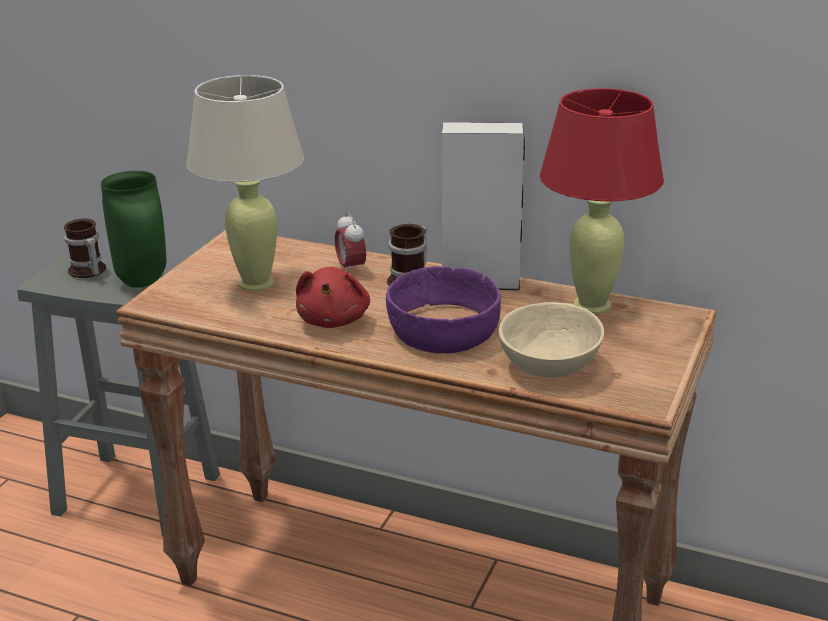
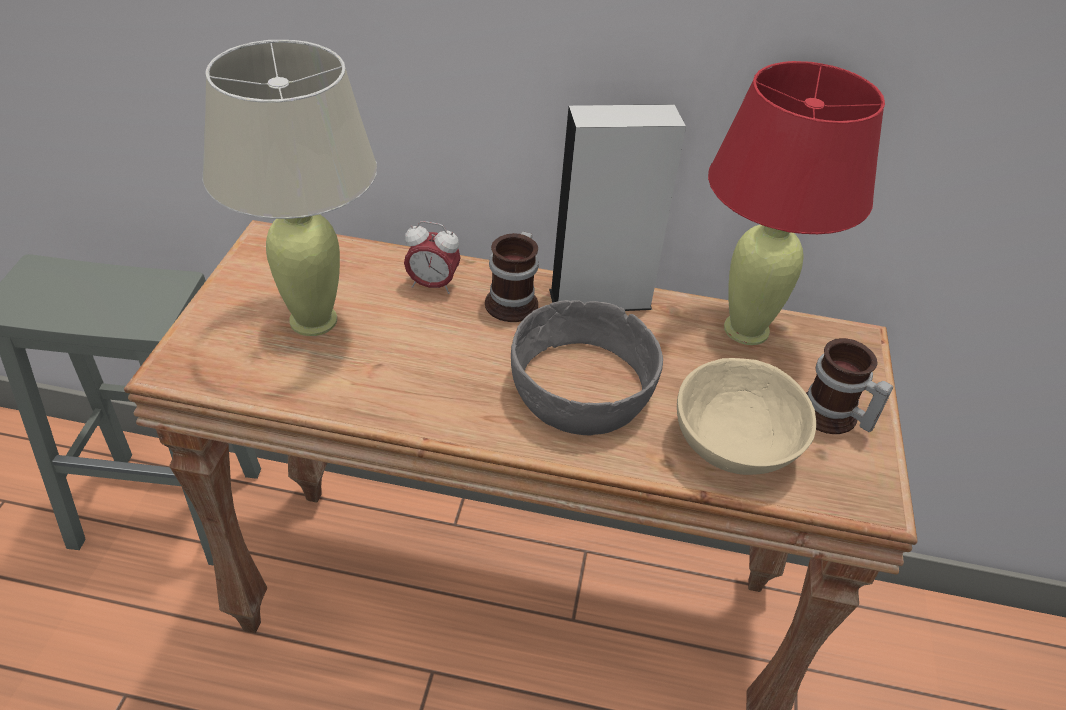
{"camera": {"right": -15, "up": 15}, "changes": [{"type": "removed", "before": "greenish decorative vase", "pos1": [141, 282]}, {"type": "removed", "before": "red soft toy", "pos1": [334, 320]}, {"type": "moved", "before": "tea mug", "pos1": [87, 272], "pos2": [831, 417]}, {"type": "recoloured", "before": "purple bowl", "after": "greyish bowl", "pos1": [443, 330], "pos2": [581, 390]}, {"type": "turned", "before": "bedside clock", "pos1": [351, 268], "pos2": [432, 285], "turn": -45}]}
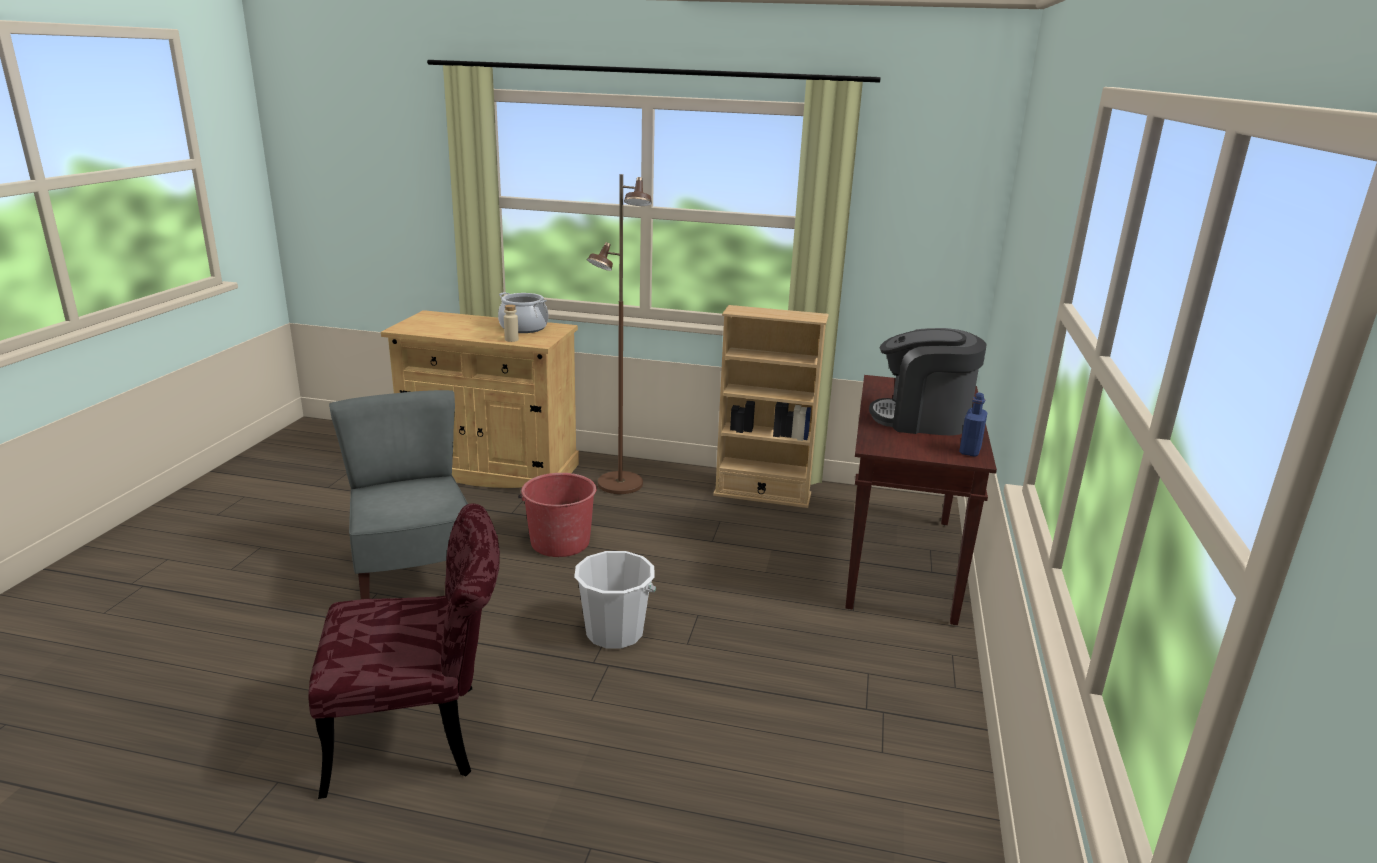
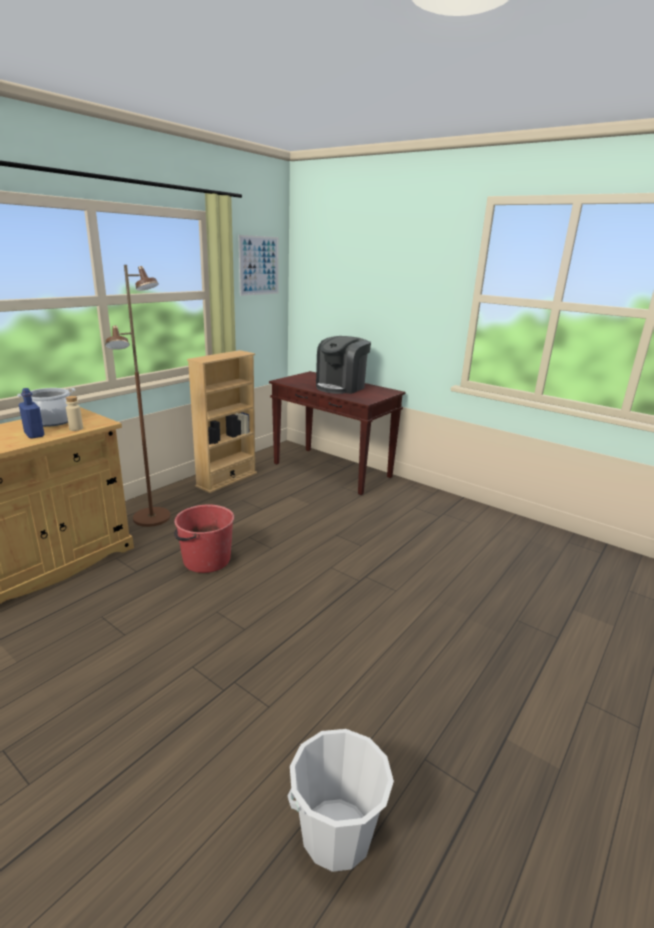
{"camera": {"right": -65, "up": 0}, "changes": [{"type": "removed", "before": "red upright chair", "pos1": [423, 734]}, {"type": "removed", "before": "greyish upright chair", "pos1": [414, 579]}, {"type": "added", "after": "wall art", "pos2": [259, 265]}, {"type": "moved", "before": "white pail", "pos1": [615, 633], "pos2": [336, 834]}, {"type": "moved", "before": "bluish drink bottle", "pos1": [970, 451], "pos2": [34, 435]}]}
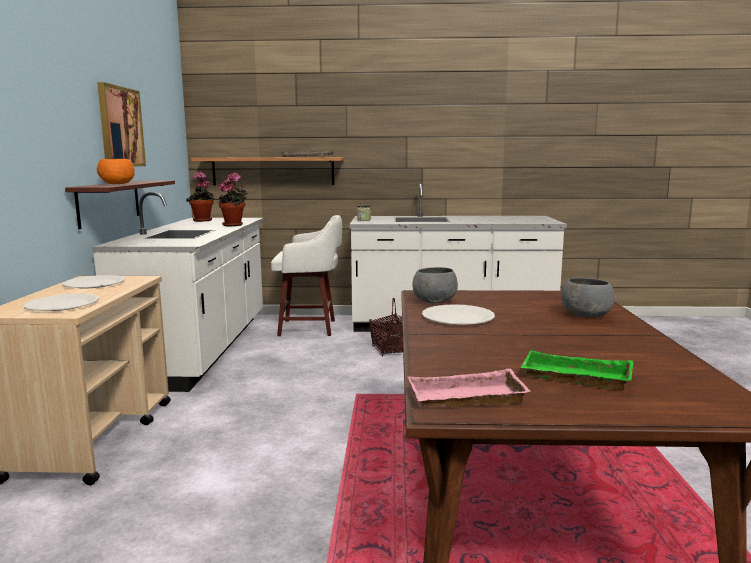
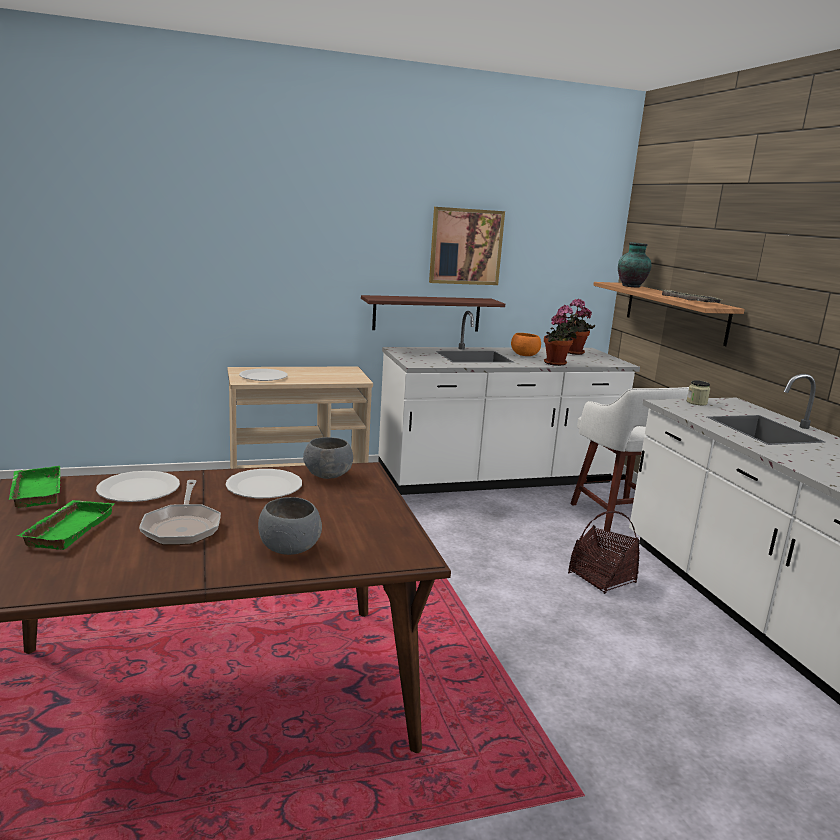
{"camera": {"right": 70, "up": 5}, "changes": [{"type": "added", "after": "pan", "pos2": [182, 527]}, {"type": "added", "after": "decorative vase", "pos2": [631, 286]}, {"type": "moved", "before": "white flat dish", "pos1": [94, 284], "pos2": [139, 489]}, {"type": "moved", "before": "orangey bowl", "pos1": [117, 184], "pos2": [525, 355]}, {"type": "recoloured", "before": "pink-coloured serving tray", "after": "greenish serving tray", "pos1": [465, 399], "pos2": [34, 491]}]}
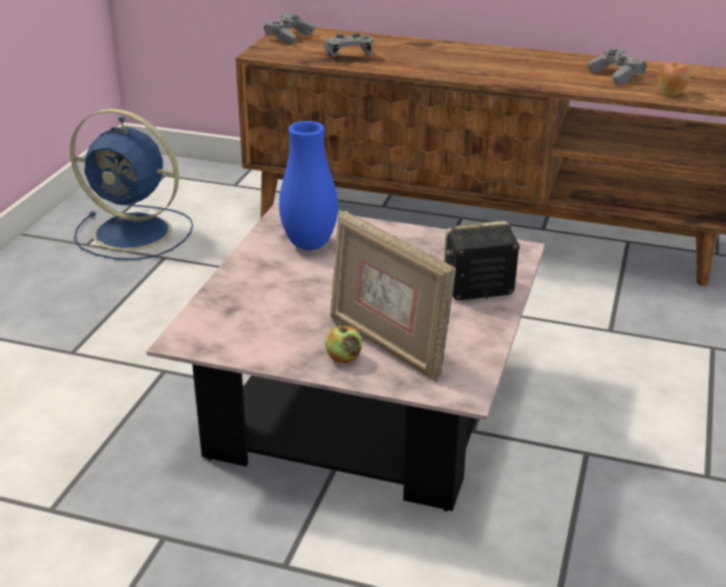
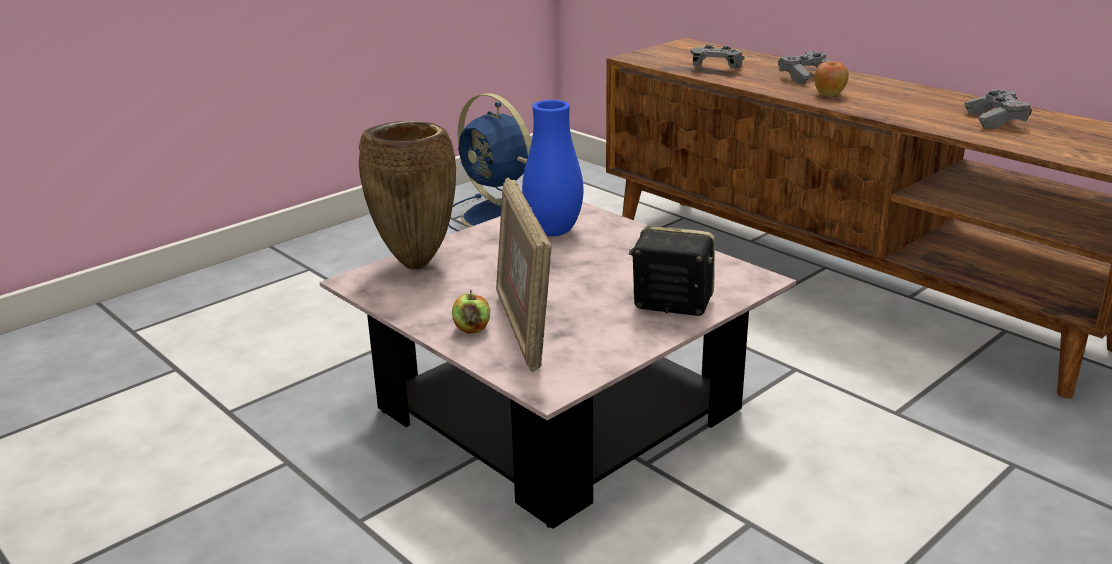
{"camera": {"right": 30, "up": -5}, "changes": [{"type": "added", "after": "brown-coloured decorative vase", "pos2": [417, 264]}, {"type": "moved", "before": "greyish gamepad", "pos1": [289, 37], "pos2": [807, 77]}, {"type": "moved", "before": "whole apple", "pos1": [671, 93], "pos2": [829, 94]}]}
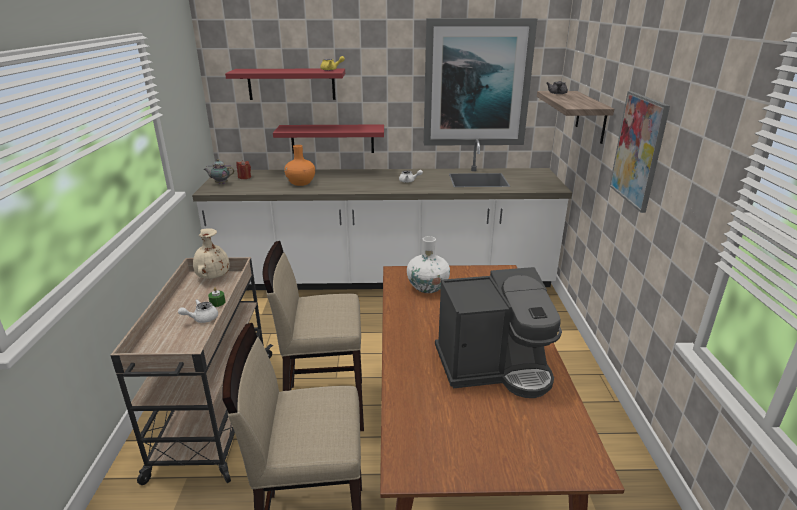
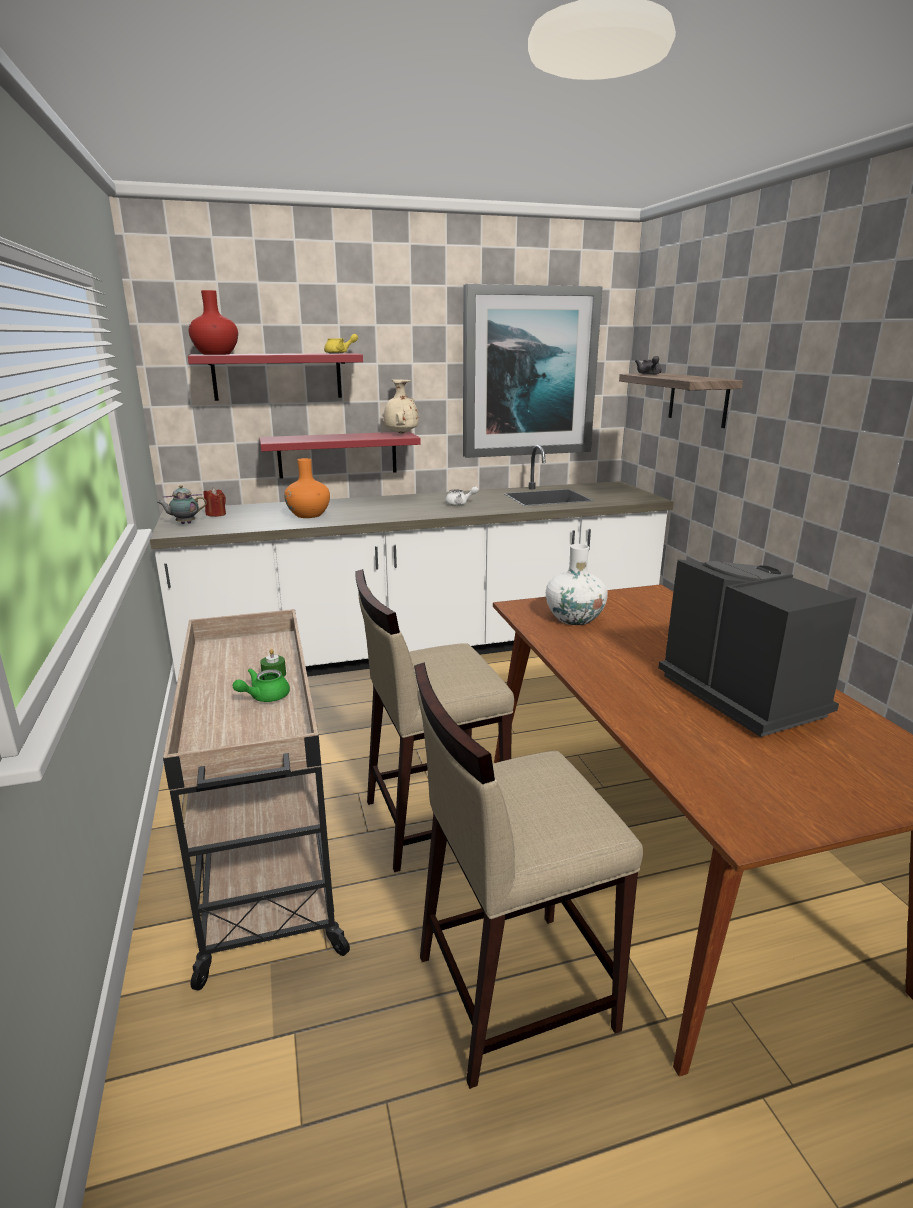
{"camera": {"right": -15, "up": -5}, "changes": [{"type": "removed", "before": "wall art", "pos1": [638, 150]}, {"type": "added", "after": "red decorative vase", "pos2": [216, 354]}, {"type": "moved", "before": "beige-coloured decorative vase", "pos1": [213, 277], "pos2": [400, 433]}, {"type": "recoloured", "before": "white tea pot", "after": "greenish tea pot", "pos1": [201, 318], "pos2": [264, 697]}, {"type": "turned", "before": "coffee maker", "pos1": [494, 367], "pos2": [742, 693], "turn": -90}]}
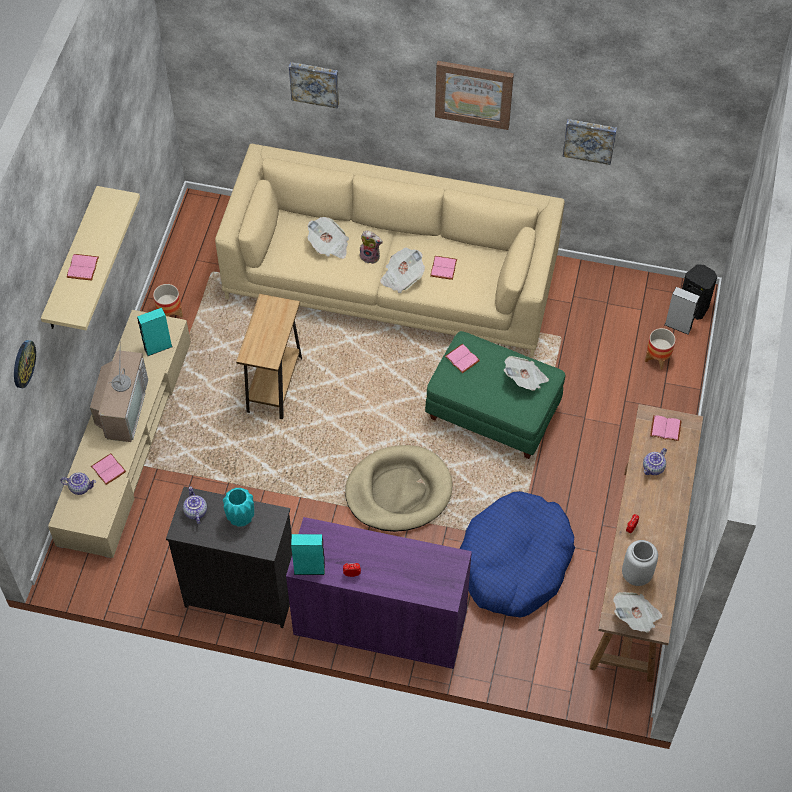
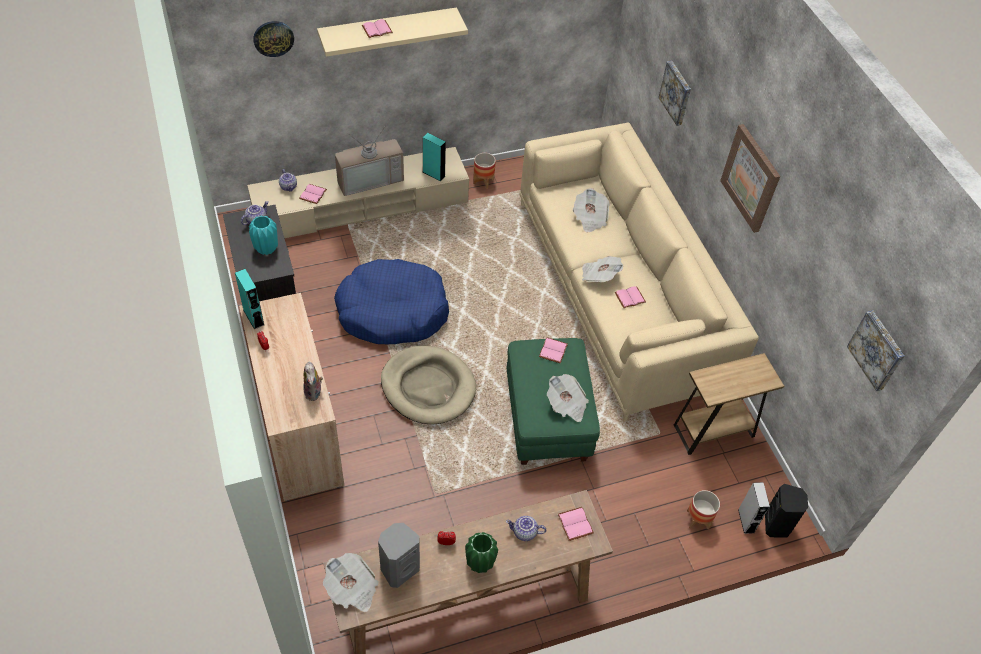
{"camera": {"right": 55, "up": -5}, "changes": [{"type": "added", "after": "greenish decorative vase", "pos2": [480, 562]}, {"type": "moved", "before": "brown-coloured end table", "pos1": [274, 385], "pos2": [713, 431]}, {"type": "moved", "before": "soft toy", "pos1": [370, 256], "pos2": [314, 392]}, {"type": "moved", "before": "bluish pet bed", "pos1": [515, 562], "pos2": [392, 311]}, {"type": "moved", "before": "wall art", "pos1": [589, 140], "pos2": [877, 350]}, {"type": "replaced", "before": "greyish decorative vase", "after": "greyish loudspeaker", "pos1": [636, 574], "pos2": [399, 568]}, {"type": "recoloured", "before": "purple cupboard", "after": "beige-coloured cupboard", "pos1": [380, 623], "pos2": [299, 430]}]}
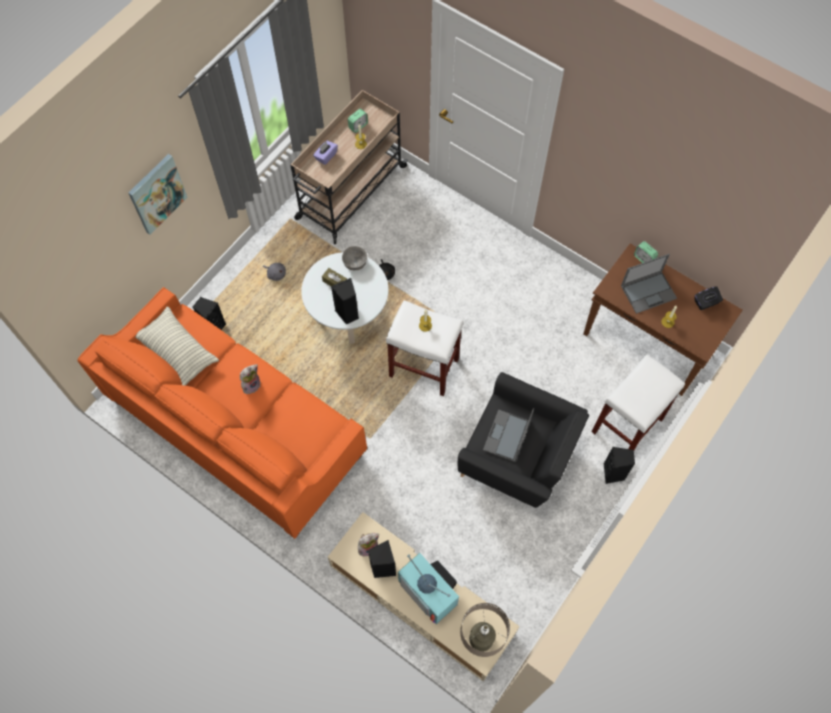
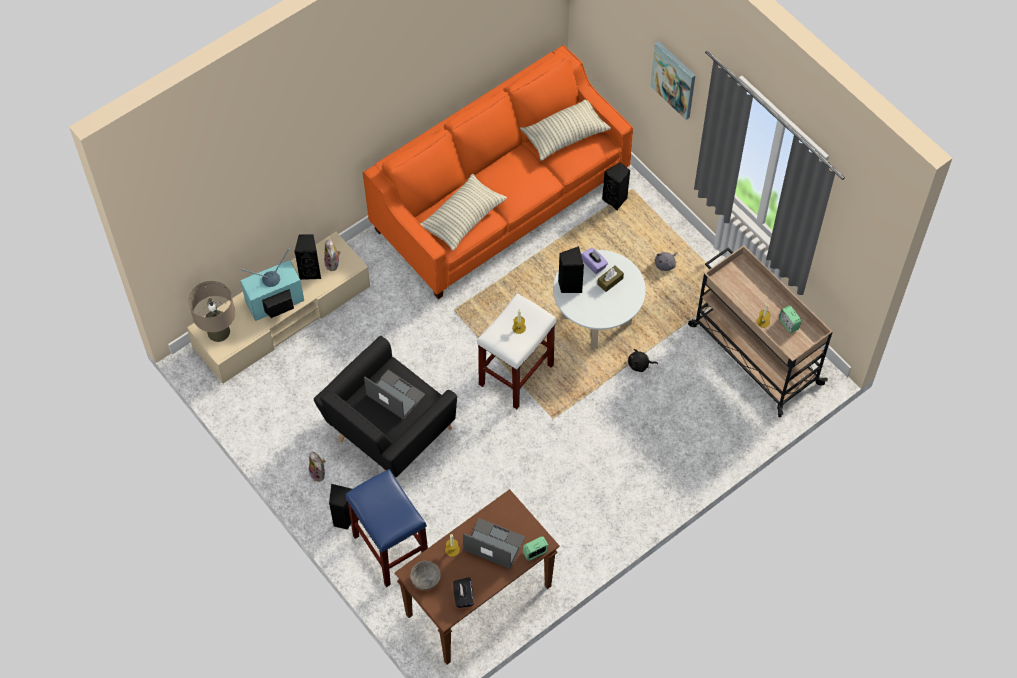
{"camera": {"right": 105, "up": -5}, "changes": [{"type": "added", "after": "throw pillow", "pos2": [463, 218]}, {"type": "moved", "before": "soft toy", "pos1": [251, 384], "pos2": [319, 473]}, {"type": "moved", "before": "purple box of tissues", "pos1": [326, 156], "pos2": [594, 264]}, {"type": "moved", "before": "greyish bowl", "pos1": [355, 263], "pos2": [425, 580]}, {"type": "recoloured", "before": "white stool", "after": "bluish stool", "pos1": [627, 426], "pos2": [390, 548]}, {"type": "turned", "before": "laptop", "pos1": [649, 291], "pos2": [493, 543], "turn": 120}]}
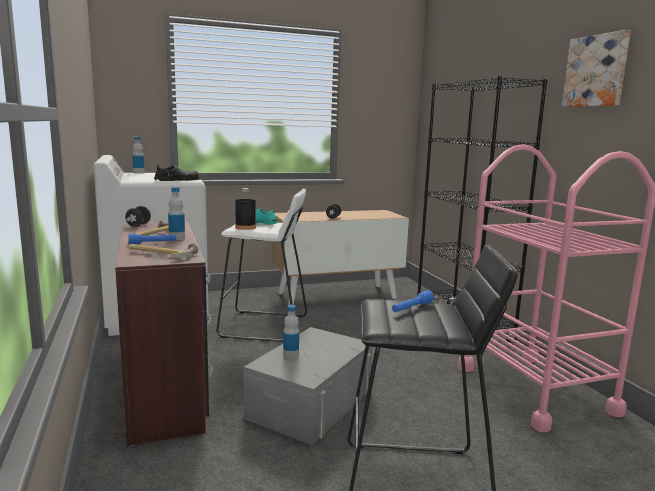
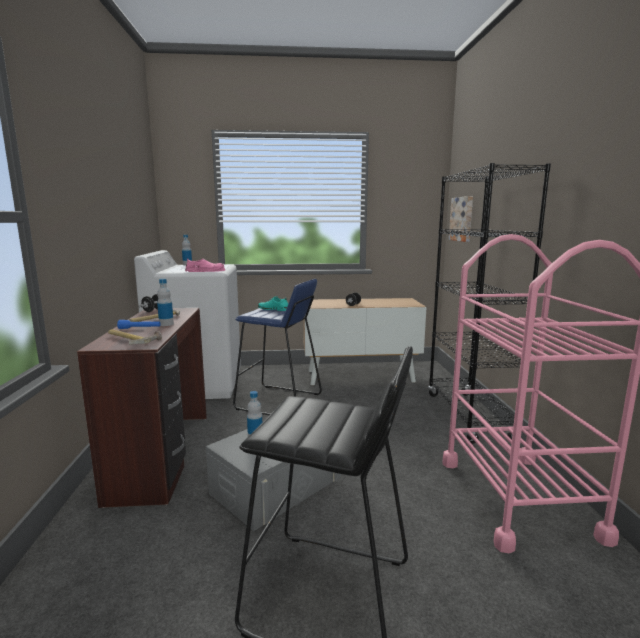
{"camera": {"right": 15, "up": 0}, "changes": [{"type": "removed", "before": "black drink bottle", "pos1": [245, 227]}, {"type": "removed", "before": "bluish flashlight", "pos1": [411, 308]}, {"type": "moved", "before": "wall art", "pos1": [597, 71], "pos2": [462, 219]}, {"type": "recoloured", "before": "black item of footwear", "after": "pink-coloured item of footwear", "pos1": [177, 180], "pos2": [206, 271]}, {"type": "recoloured", "before": "white stool", "after": "bluish stool", "pos1": [265, 327], "pos2": [279, 402]}]}
